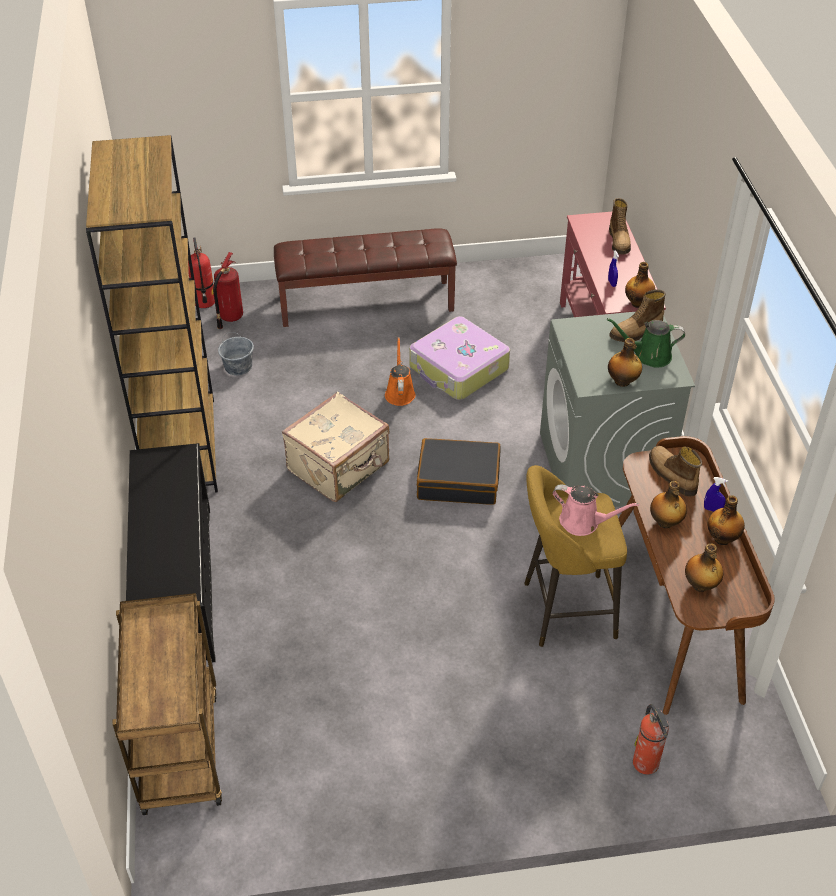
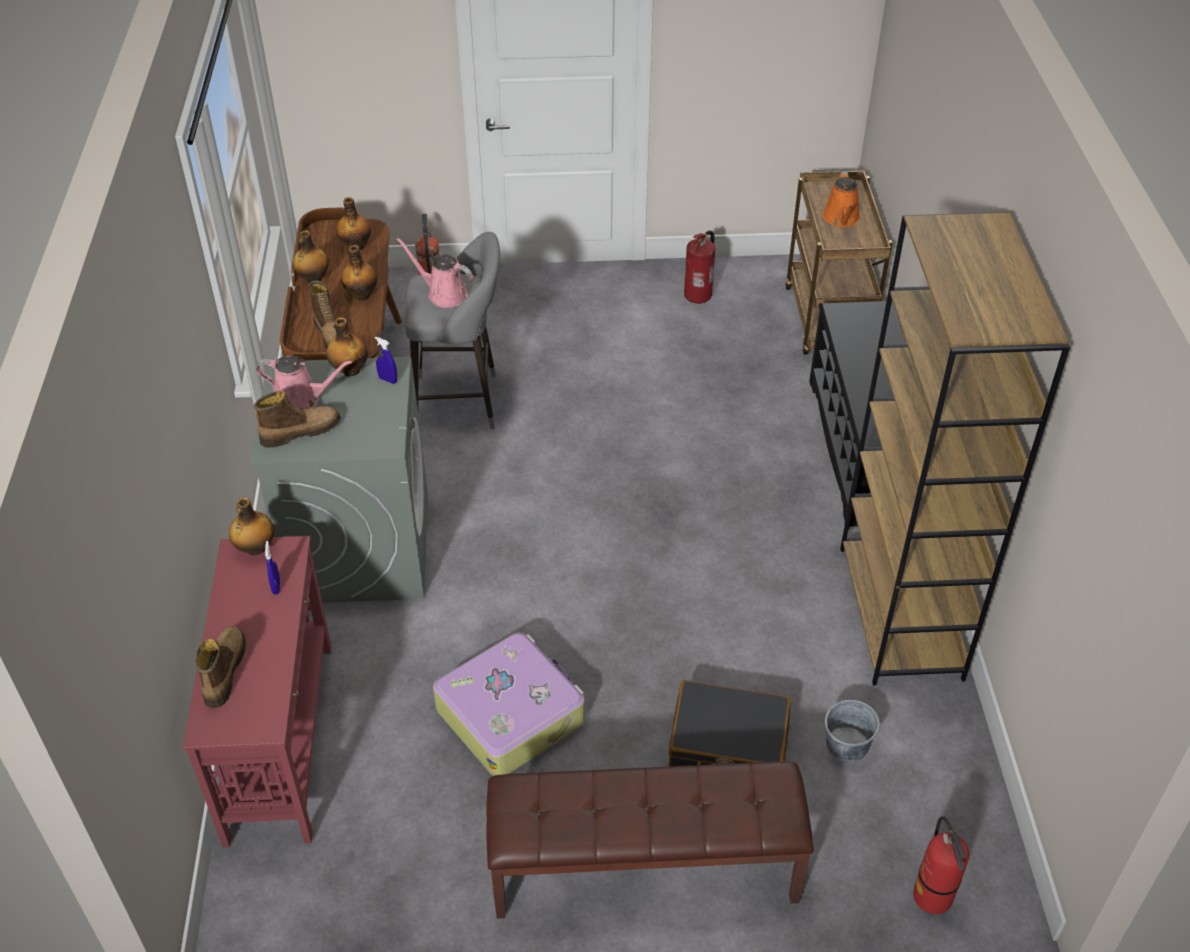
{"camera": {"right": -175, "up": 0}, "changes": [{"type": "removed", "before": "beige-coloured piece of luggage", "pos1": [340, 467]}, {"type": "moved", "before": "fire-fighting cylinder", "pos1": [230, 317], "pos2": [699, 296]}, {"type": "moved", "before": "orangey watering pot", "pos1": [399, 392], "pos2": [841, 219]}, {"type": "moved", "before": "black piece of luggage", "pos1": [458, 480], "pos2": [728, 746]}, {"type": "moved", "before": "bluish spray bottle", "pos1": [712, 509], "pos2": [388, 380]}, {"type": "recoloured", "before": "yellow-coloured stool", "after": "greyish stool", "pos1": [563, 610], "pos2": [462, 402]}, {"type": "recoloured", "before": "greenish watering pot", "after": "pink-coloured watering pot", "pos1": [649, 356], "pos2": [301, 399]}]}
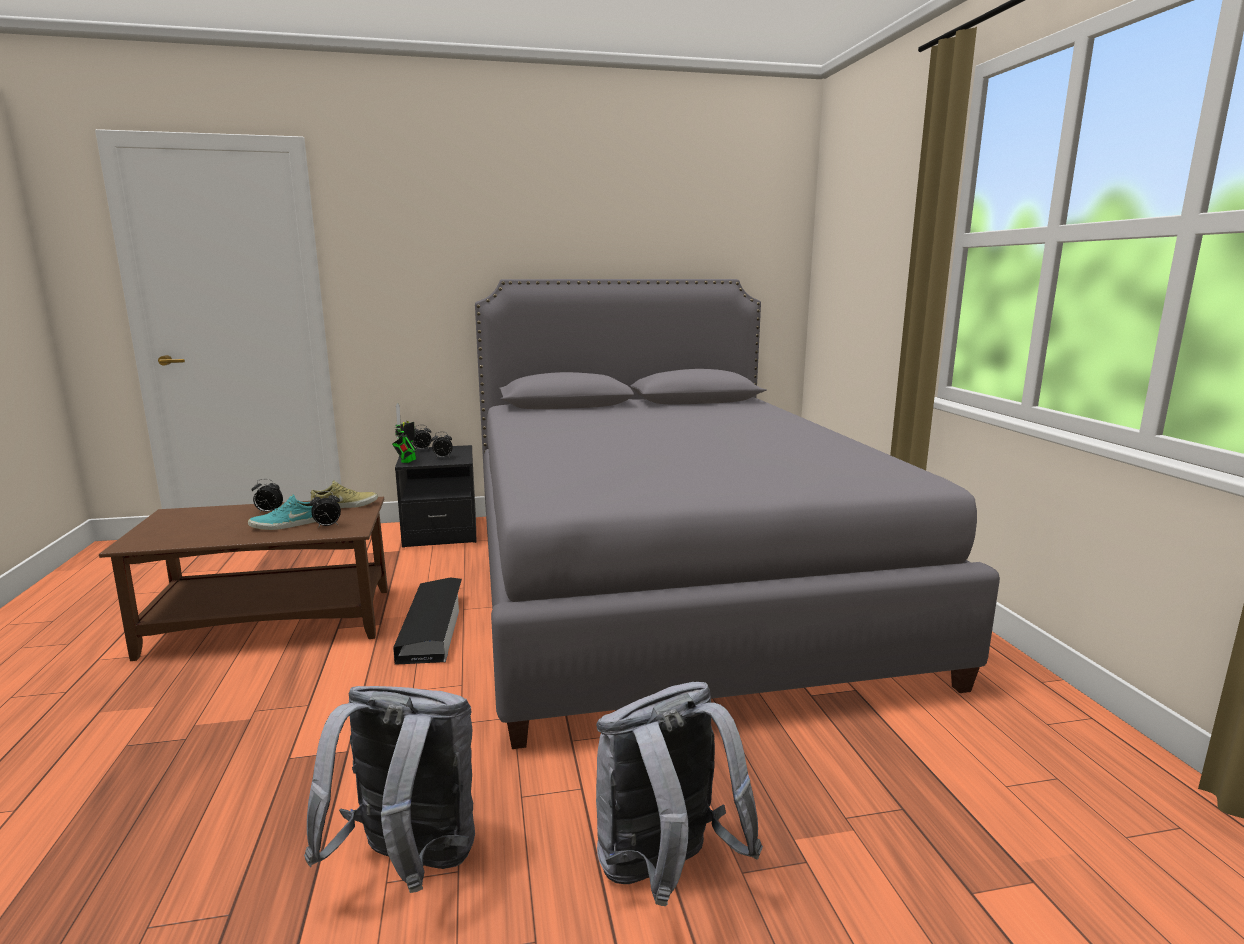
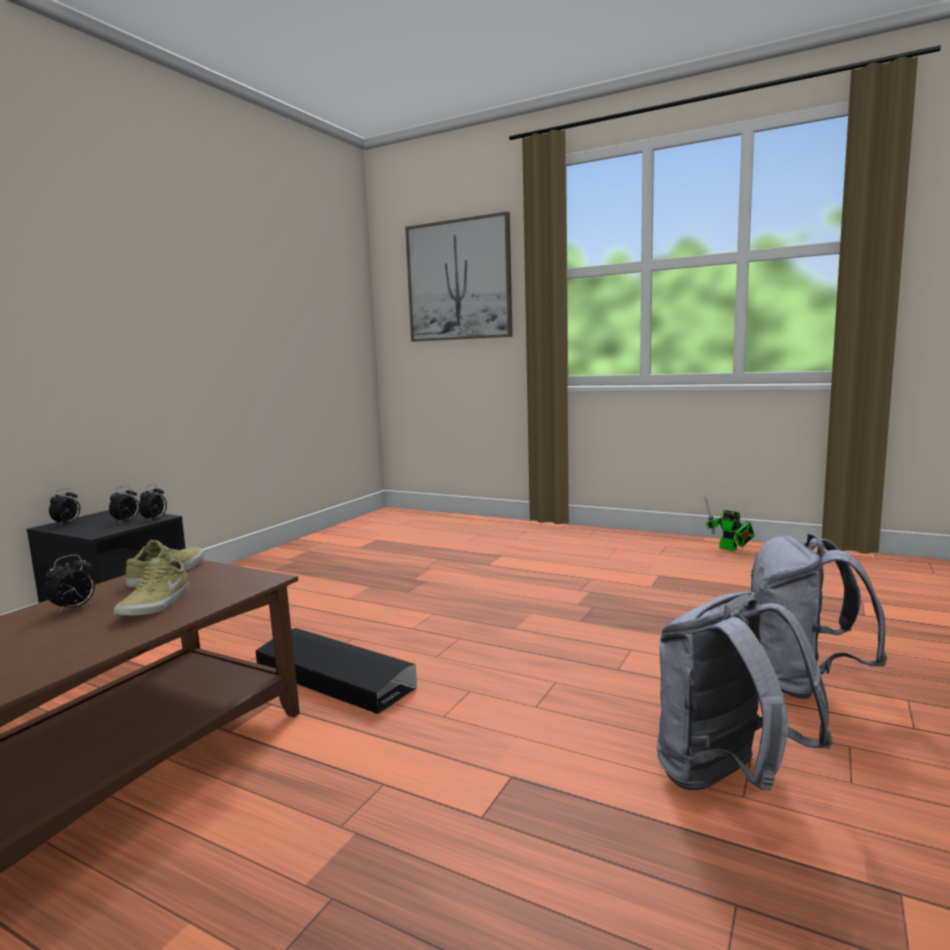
{"camera": {"right": -50, "up": -5}, "changes": [{"type": "removed", "before": "greyish sleeping bed", "pos1": [667, 582]}, {"type": "added", "after": "wall art", "pos2": [459, 280]}, {"type": "moved", "before": "bedside clock", "pos1": [327, 526], "pos2": [155, 519]}, {"type": "moved", "before": "toy robot", "pos1": [407, 461], "pos2": [730, 549]}, {"type": "recoloured", "before": "turquoise-coloured item of footwear", "after": "beige-coloured item of footwear", "pos1": [287, 525], "pos2": [157, 604]}]}
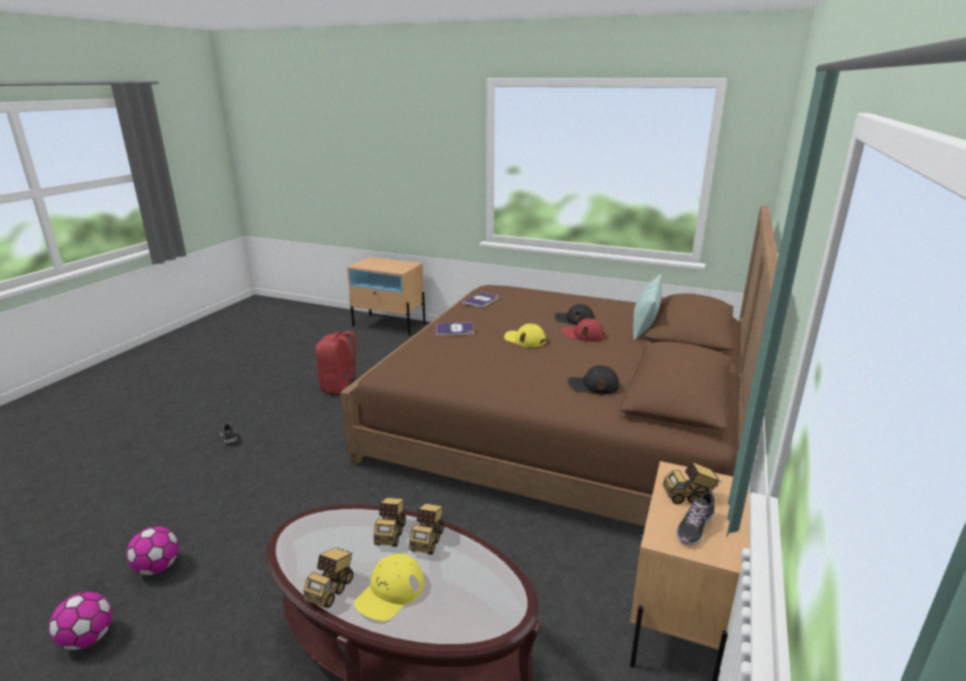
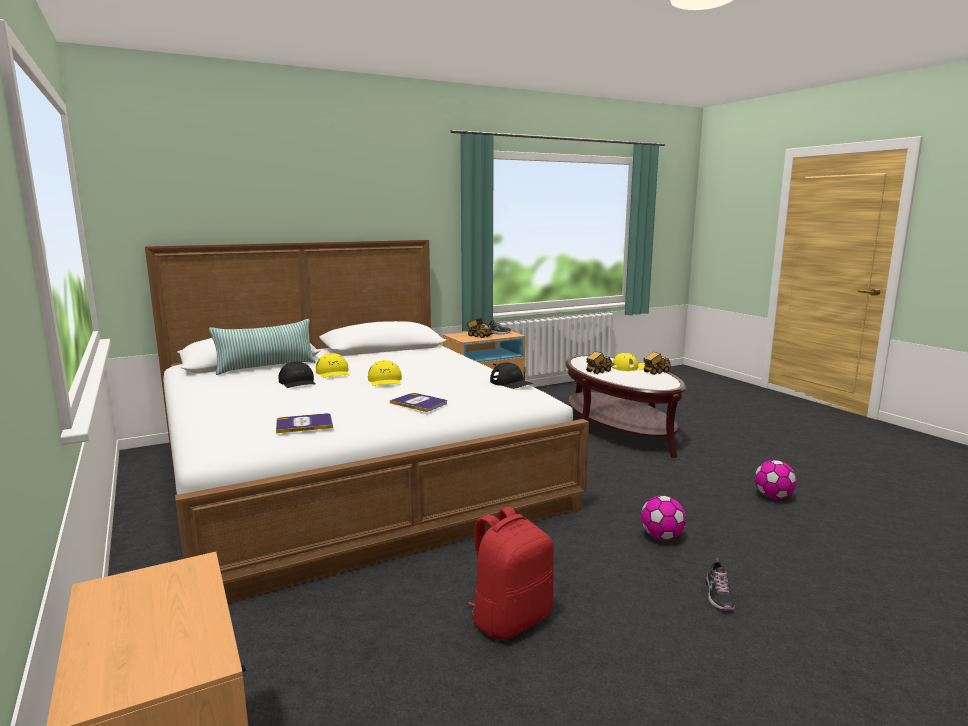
{"camera": {"right": -140, "up": -10}, "changes": [{"type": "removed", "before": "model truck", "pos1": [391, 533]}, {"type": "moved", "before": "ball for football", "pos1": [88, 639], "pos2": [661, 537]}, {"type": "moved", "before": "black peaked cap", "pos1": [593, 385], "pos2": [511, 383]}, {"type": "recoloured", "before": "brown-coloured sleeping bed", "after": "white sleeping bed", "pos1": [564, 421], "pos2": [351, 472]}, {"type": "recoloured", "before": "red peaked cap", "after": "yellow-coloured peaked cap", "pos1": [582, 334], "pos2": [333, 373]}]}
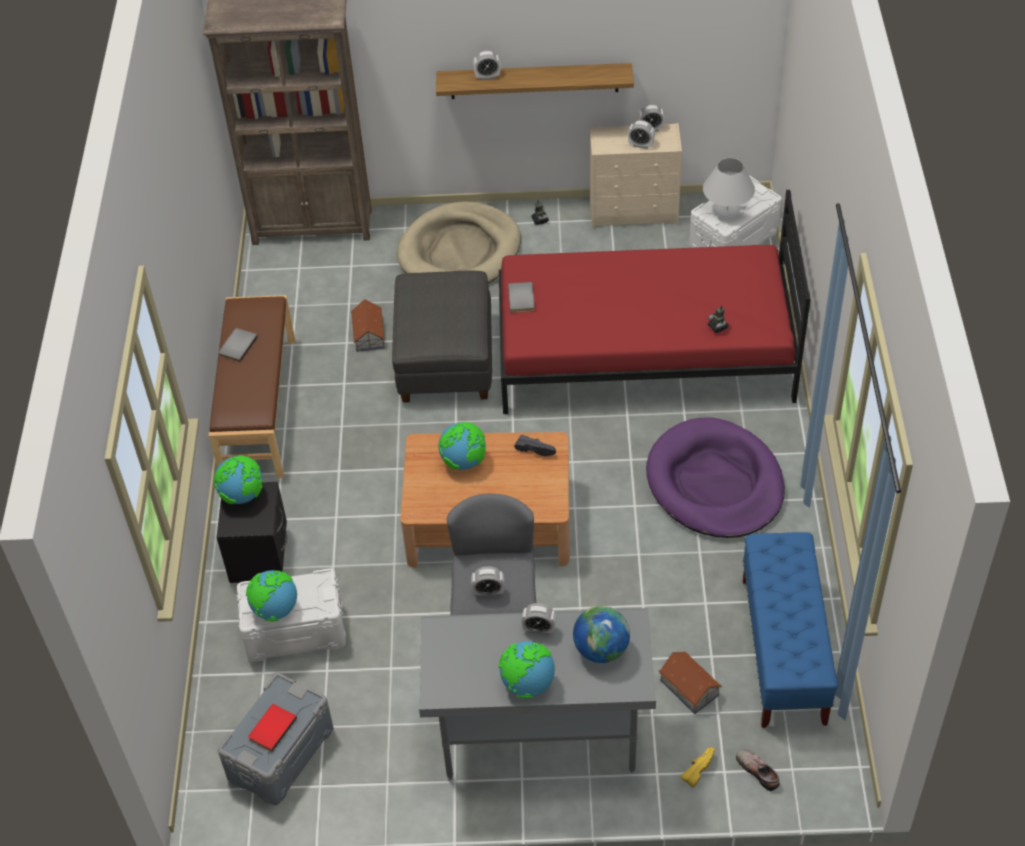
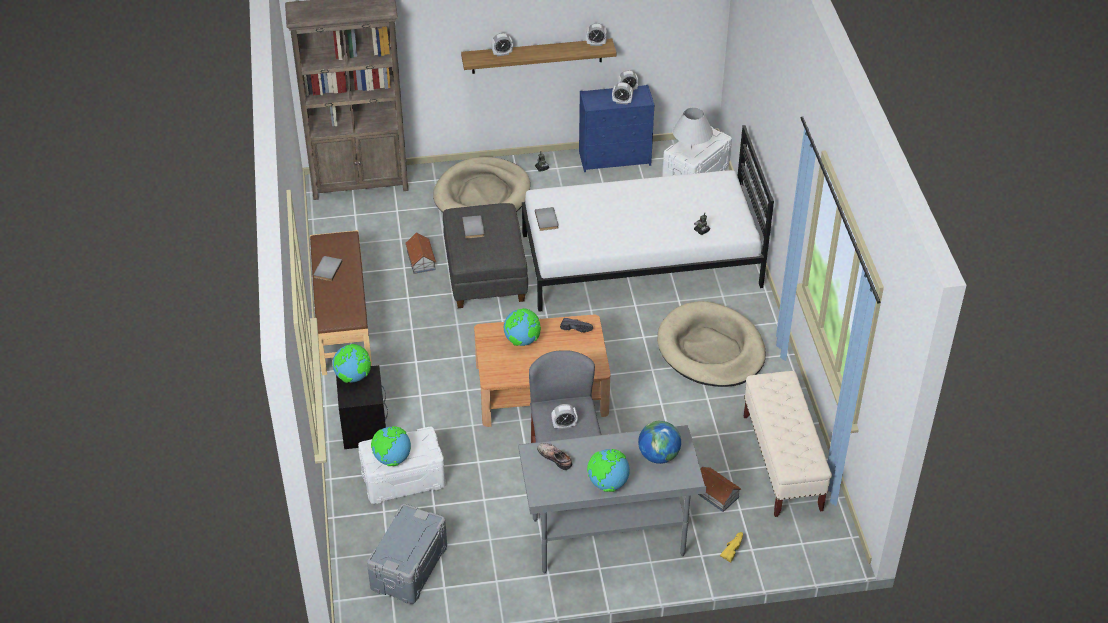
{"camera": {"right": -10, "up": -5}, "changes": [{"type": "removed", "before": "red bound book", "pos1": [271, 728]}, {"type": "added", "after": "greyish bound book", "pos2": [474, 228]}, {"type": "moved", "before": "bedside clock", "pos1": [539, 629], "pos2": [596, 44]}, {"type": "moved", "before": "item of footwear", "pos1": [759, 770], "pos2": [556, 457]}, {"type": "recoloured", "before": "red sleeping bed", "after": "white sleeping bed", "pos1": [644, 353], "pos2": [641, 260]}, {"type": "recoloured", "before": "beige-coloured drawer chest", "after": "bluish drawer chest", "pos1": [635, 213], "pos2": [615, 158]}, {"type": "recoloured", "before": "purple pet bed", "after": "beige-coloured pet bed", "pos1": [715, 483], "pos2": [711, 349]}, {"type": "recoloured", "before": "bluish bench", "after": "beige-coloured bench", "pos1": [783, 651], "pos2": [782, 463]}]}
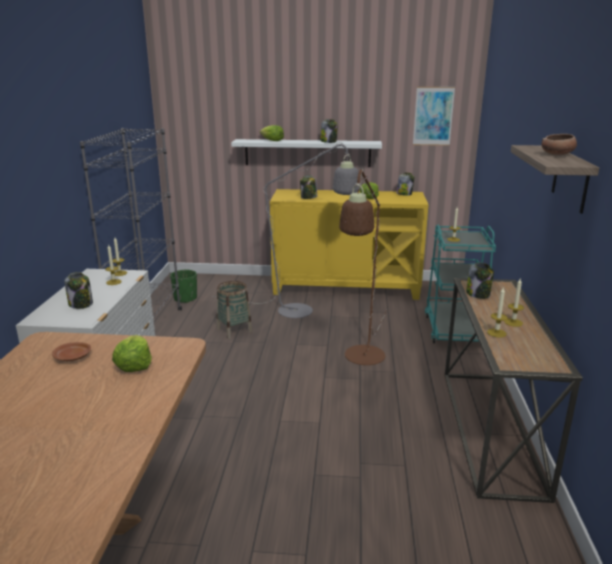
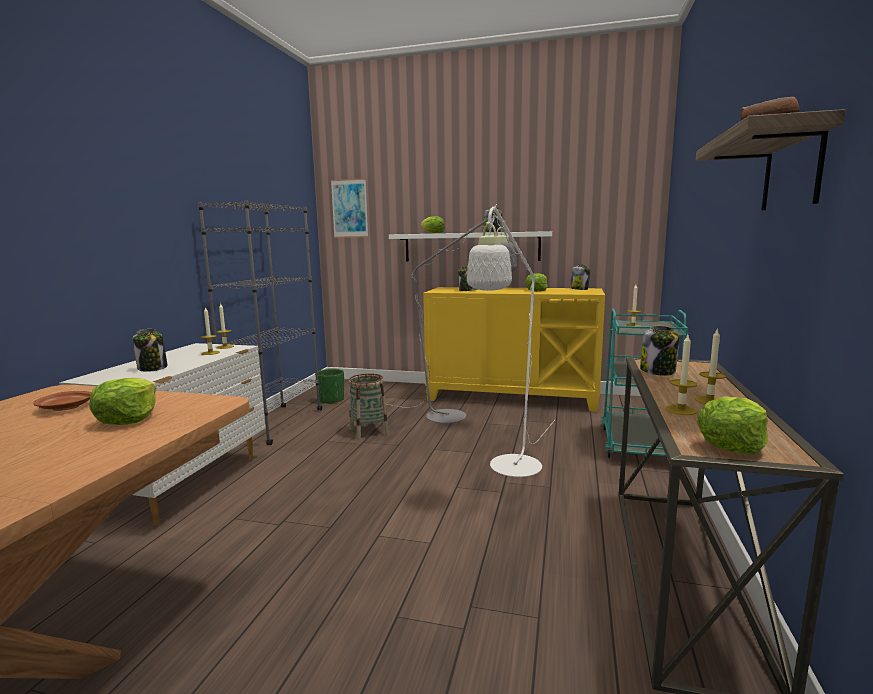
{"camera": {"right": 10, "up": -10}, "changes": [{"type": "added", "after": "lettuce", "pos2": [732, 444]}, {"type": "moved", "before": "wall art", "pos1": [433, 116], "pos2": [349, 208]}, {"type": "recoloured", "before": "brown-coloured standing lamp", "after": "white standing lamp", "pos1": [362, 360], "pos2": [511, 471]}]}
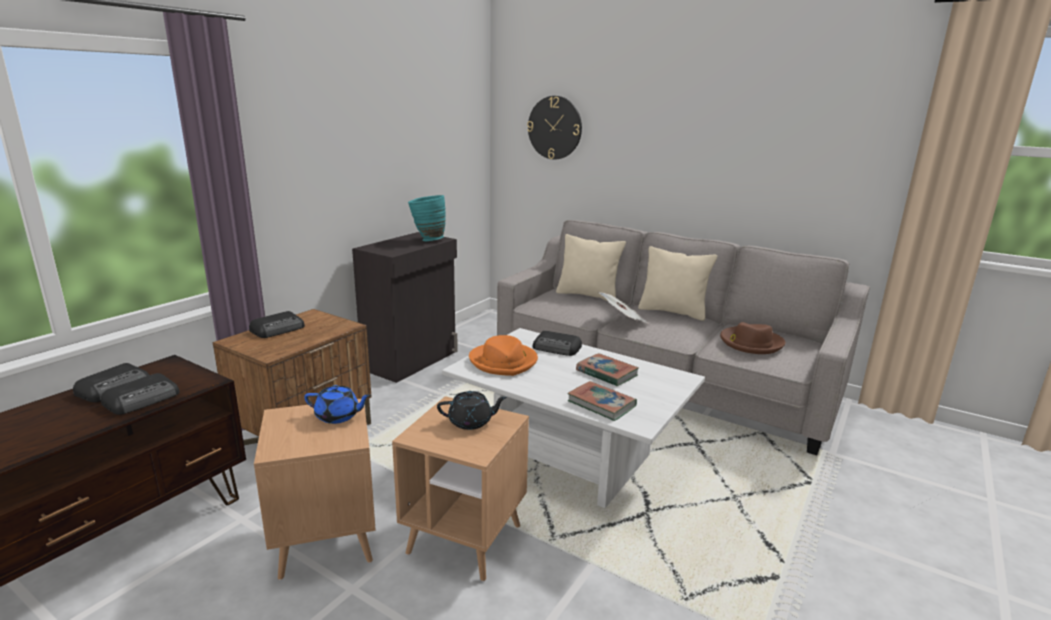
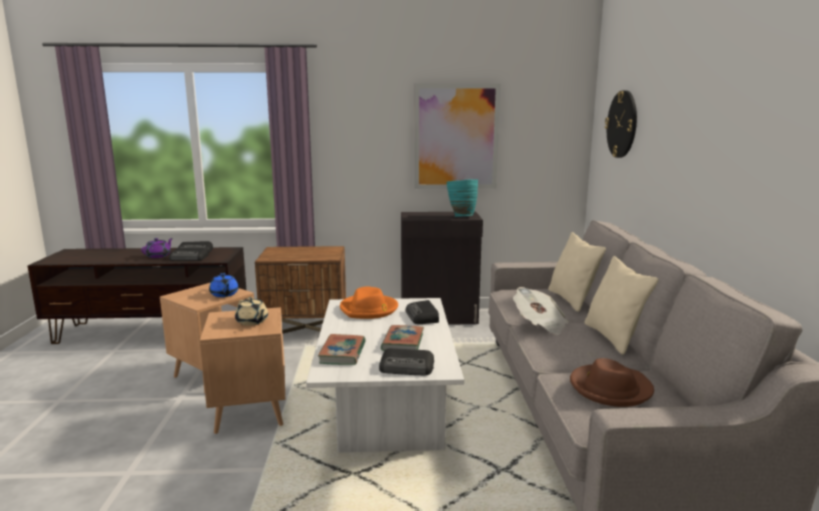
{"camera": {"right": 55, "up": -5}, "changes": [{"type": "added", "after": "purple tea pot", "pos2": [158, 256]}, {"type": "added", "after": "wall art", "pos2": [456, 137]}, {"type": "moved", "before": "radio receiver", "pos1": [279, 329], "pos2": [407, 367]}, {"type": "recoloured", "before": "black tea pot", "after": "beige-coloured tea pot", "pos1": [471, 422], "pos2": [252, 322]}]}
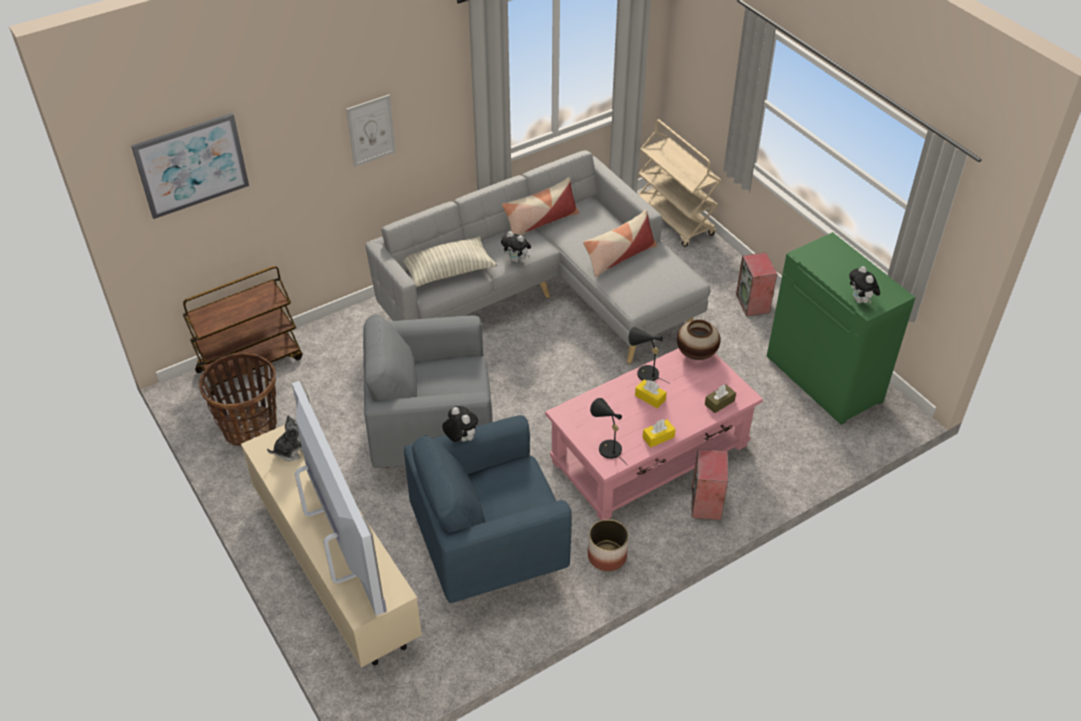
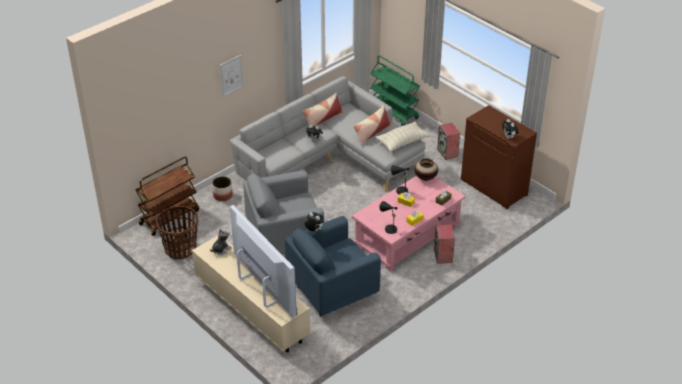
{"camera": {"right": -10, "up": -5}, "changes": [{"type": "removed", "before": "wall art", "pos1": [191, 165]}, {"type": "moved", "before": "throw pillow", "pos1": [448, 271], "pos2": [402, 142]}, {"type": "moved", "before": "plant pot", "pos1": [607, 555], "pos2": [223, 195]}, {"type": "recoloured", "before": "beige-coloured cart", "after": "greenish cart", "pos1": [674, 219], "pos2": [393, 112]}, {"type": "recoloured", "before": "greenish cupboard", "after": "brown-coloured cupboard", "pos1": [825, 379], "pos2": [494, 187]}]}
